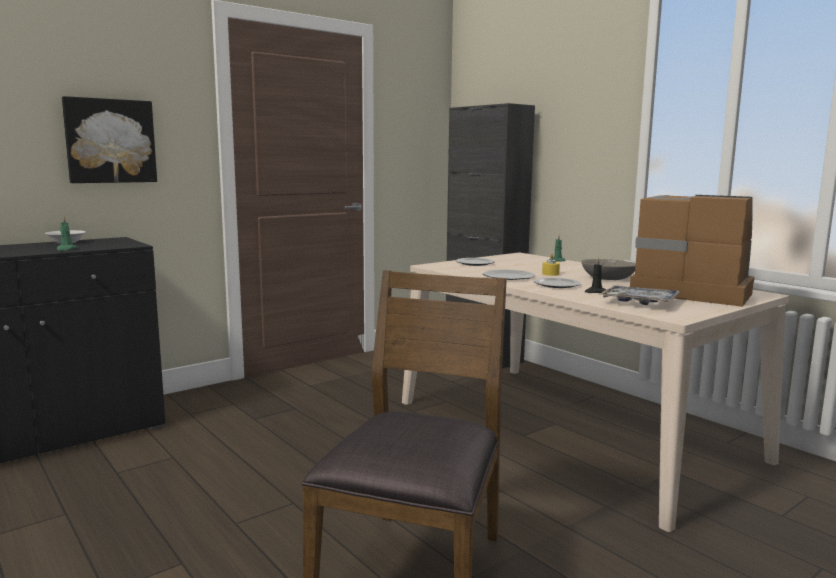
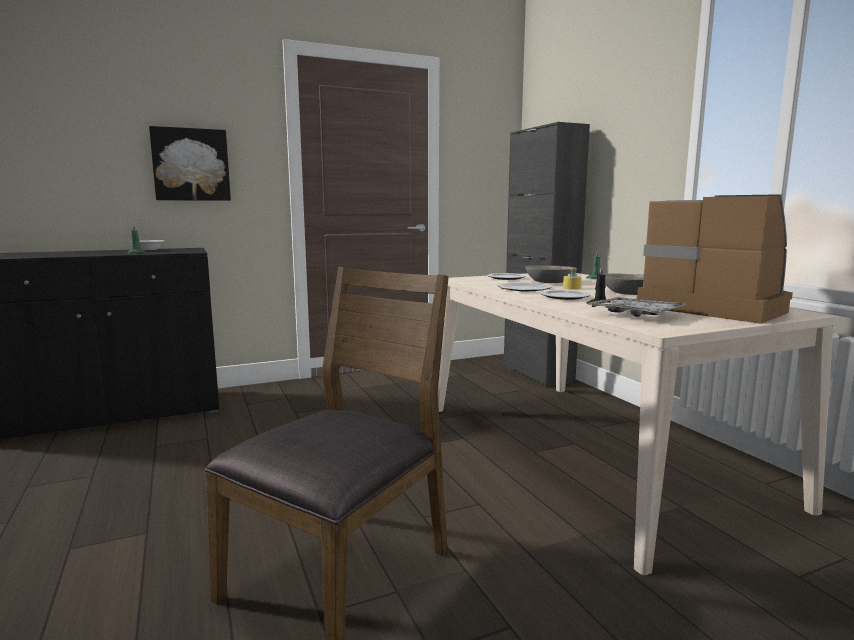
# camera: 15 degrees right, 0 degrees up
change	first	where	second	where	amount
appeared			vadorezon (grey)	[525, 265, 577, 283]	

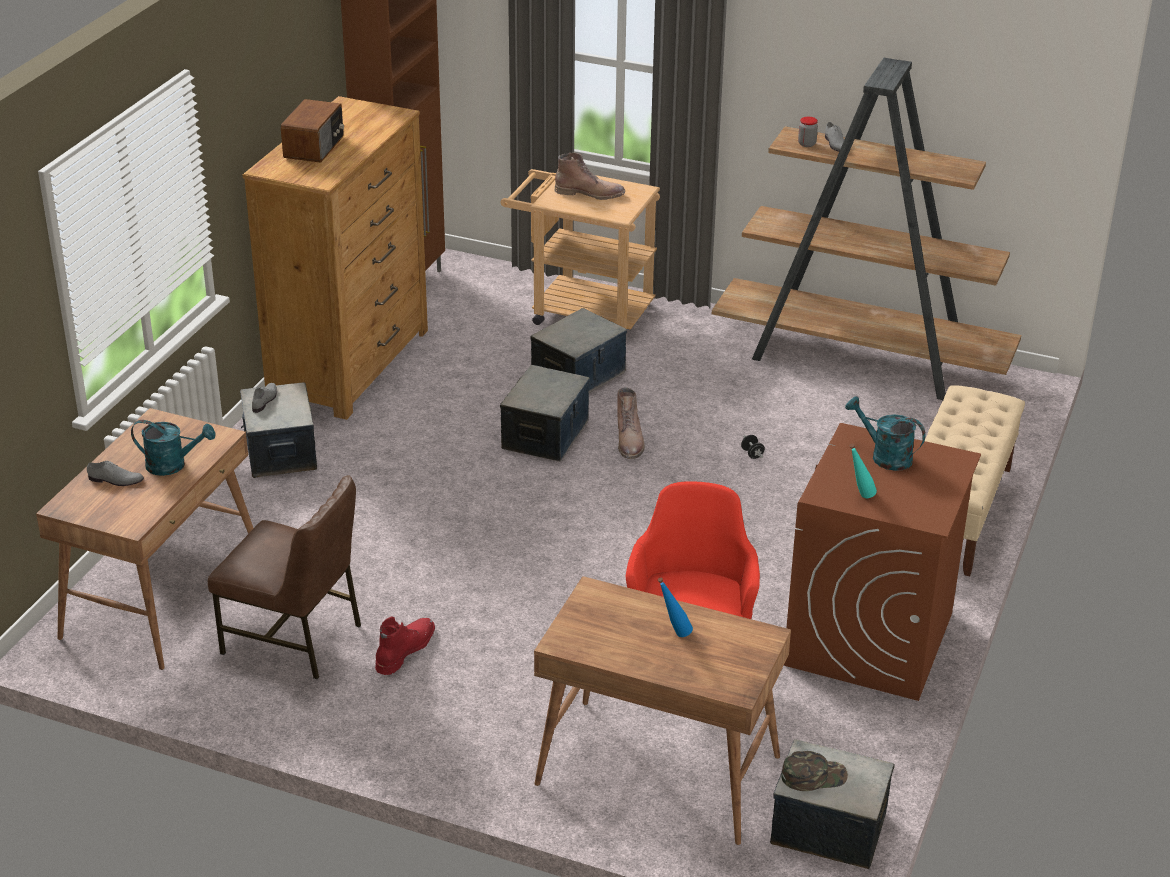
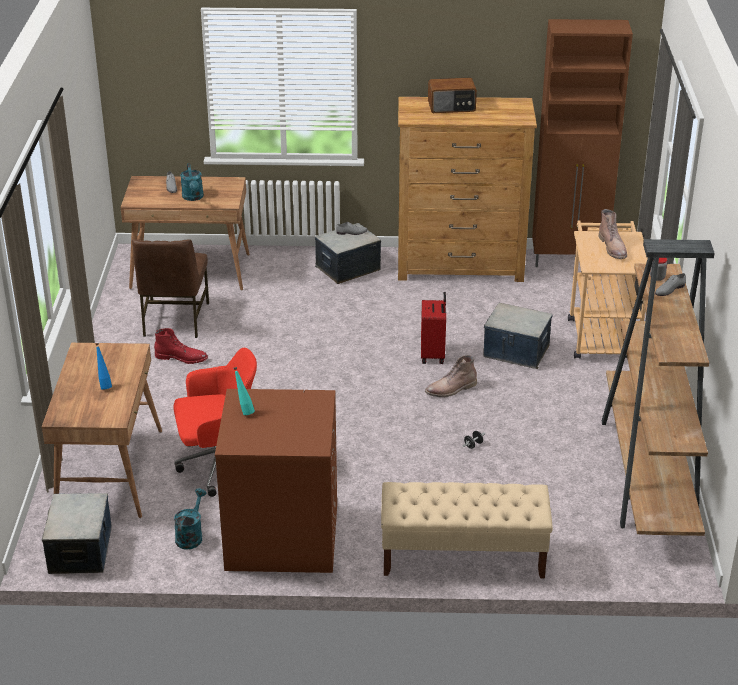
# camera: 70 degrees right, 0 degrees up
change	first	where	second	where	amount
relocated	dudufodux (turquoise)	[845, 396, 926, 471]		[174, 489, 206, 550]	
exchanged	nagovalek	[500, 365, 590, 461]	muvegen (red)	[421, 292, 446, 364]	
missing	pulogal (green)	[781, 751, 848, 791]			

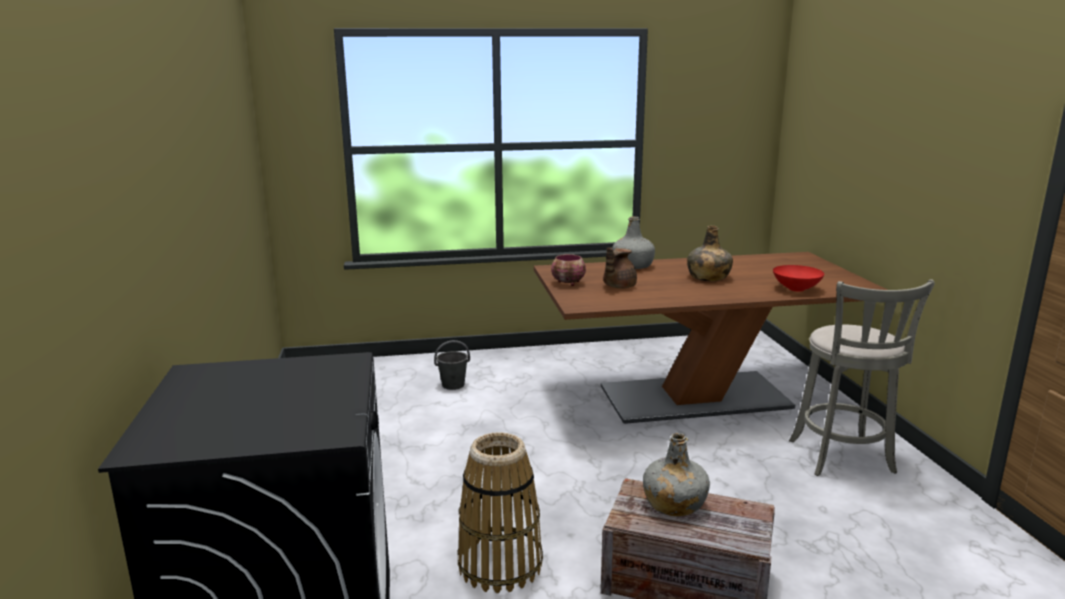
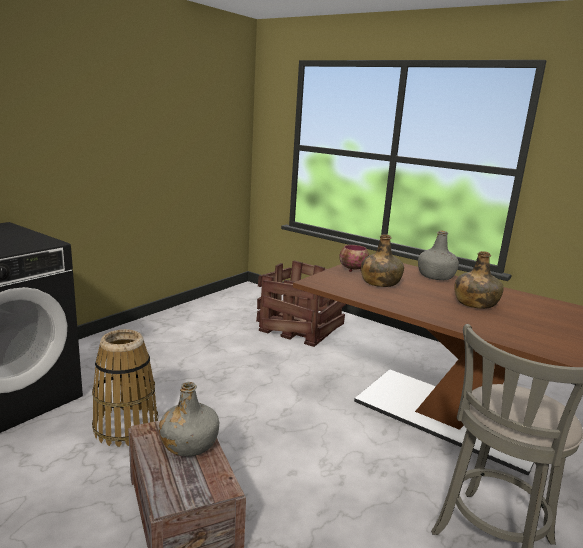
# camera: 45 degrees right, 0 degrees up
change	first	where	second	where	amount
exchanged	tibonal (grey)	[434, 340, 470, 390]	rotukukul	[256, 260, 346, 347]	
exchanged	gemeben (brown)	[603, 247, 637, 288]	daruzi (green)	[361, 234, 404, 287]	
missing	vadorezon (red)	[773, 265, 824, 291]			

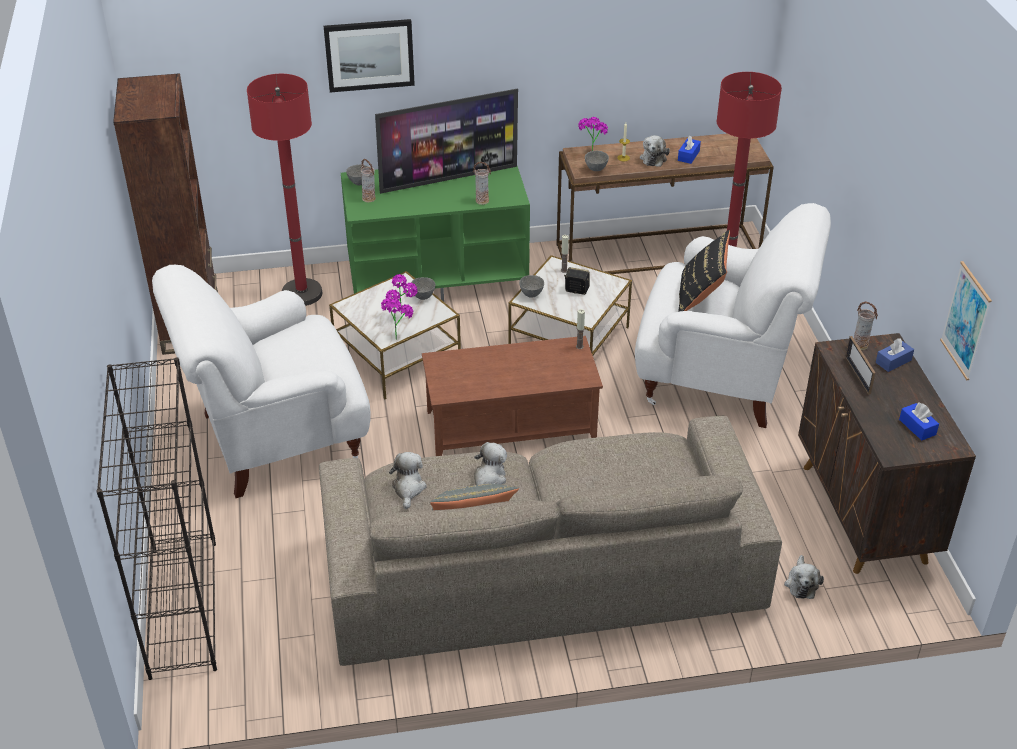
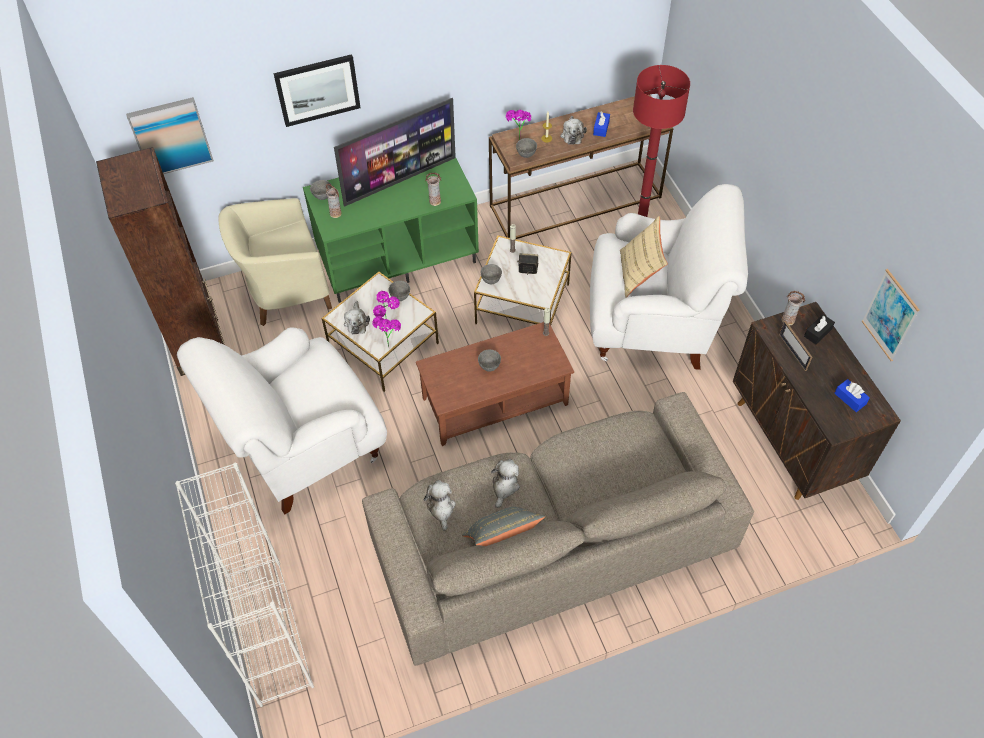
# camera: 10 degrees left, 15 degrees up
change	first	where	second	where	amount
appeared			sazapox	[126, 97, 214, 174]	
colour	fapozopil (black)	[97, 357, 217, 680]	fapozopil (white)	[175, 463, 314, 707]	
exchanged	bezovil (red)	[247, 74, 322, 306]	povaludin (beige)	[218, 198, 332, 326]	
relocated	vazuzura	[784, 555, 824, 599]		[344, 301, 370, 334]	
appeared			vadorezon (grey)	[478, 349, 501, 372]	
colour	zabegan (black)	[678, 230, 730, 312]	zabegan (beige)	[620, 216, 668, 298]	
colour	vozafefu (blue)	[876, 338, 914, 372]	vozafefu (black)	[804, 314, 835, 345]	

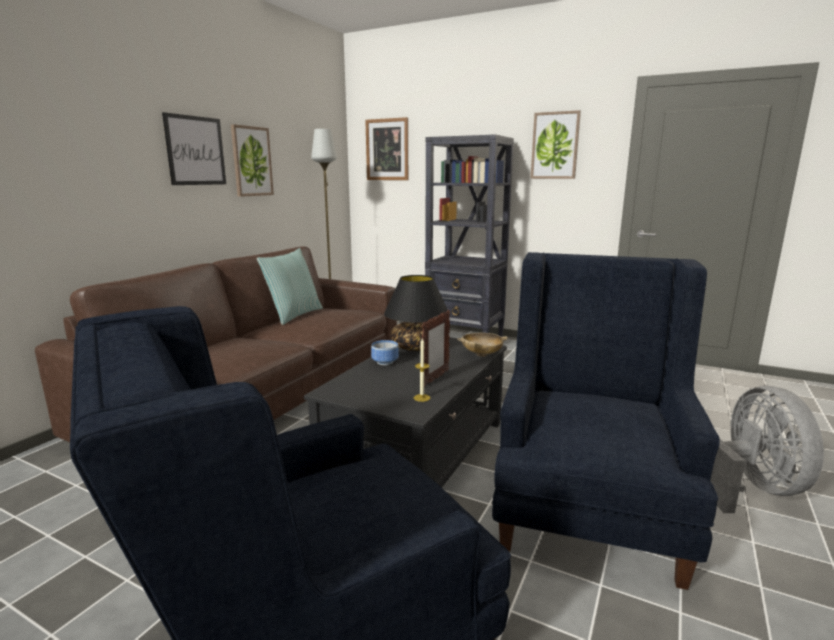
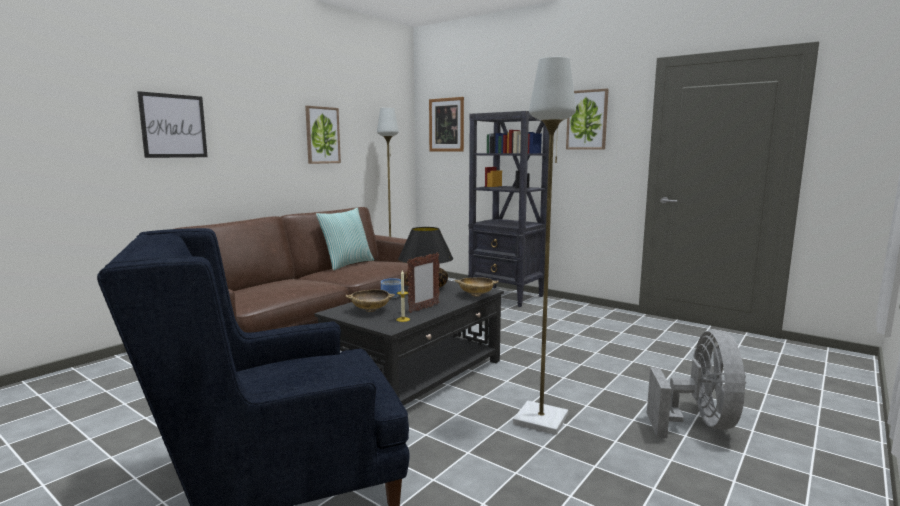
# camera: 10 degrees right, 5 degrees down
change	first	where	second	where	amount
relocated	sazapox	[162, 112, 226, 185]		[137, 91, 208, 158]	
appeared			vadorezon (beige)	[346, 290, 395, 312]	
exchanged	povaludin (blue)	[492, 252, 720, 590]	bezovil (grey)	[513, 57, 576, 435]	

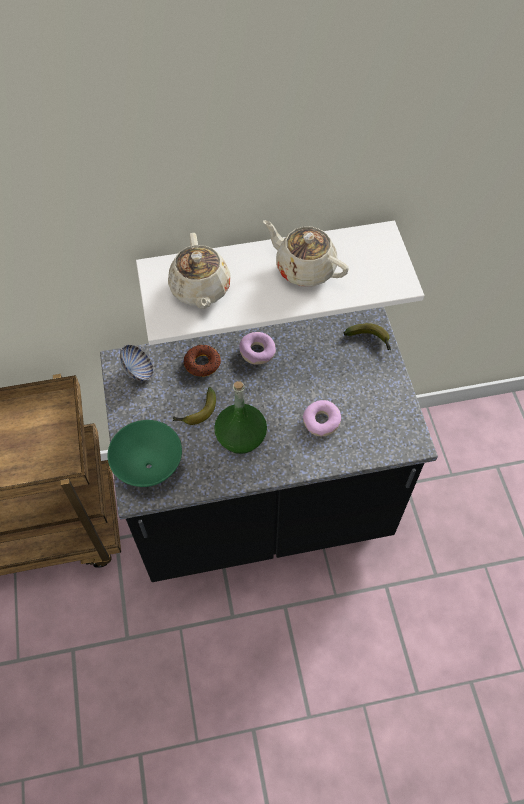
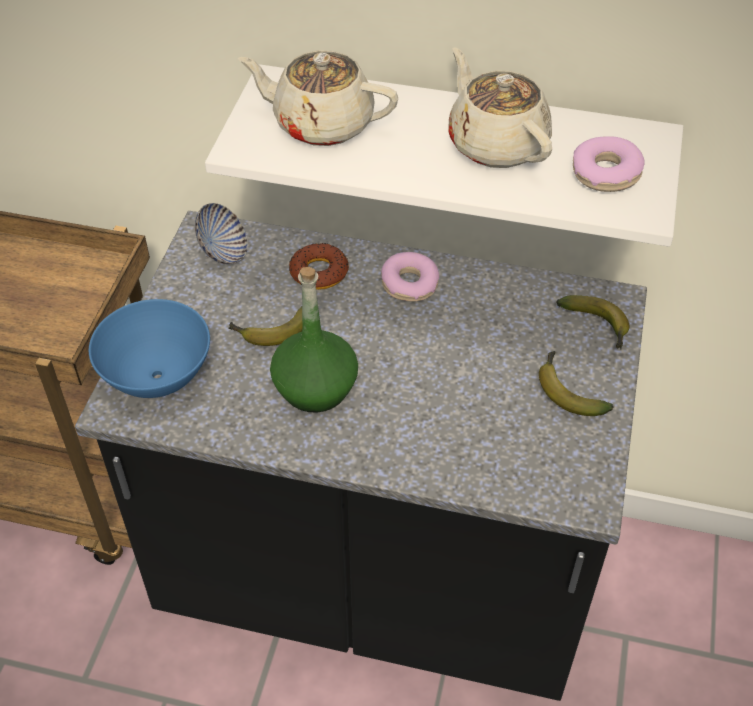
# camera: 25 degrees right, 10 degrees down
change	first	where	second	where	amount
colour	vadorezon (green)	[108, 420, 182, 487]	vadorezon (blue)	[89, 299, 210, 398]	
spun	gemeben (beige)	[168, 233, 231, 309]		[238, 50, 398, 146]	90 degrees clockwise
appeared			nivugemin	[539, 351, 613, 416]	
relocated	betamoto	[303, 400, 341, 436]		[573, 136, 645, 192]	

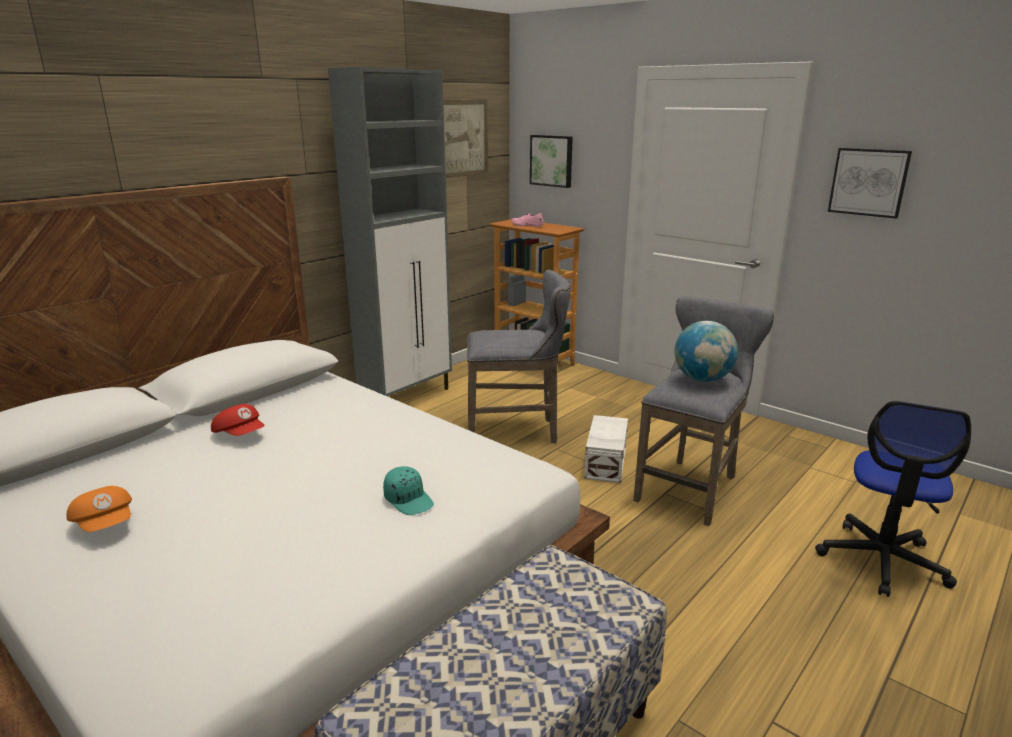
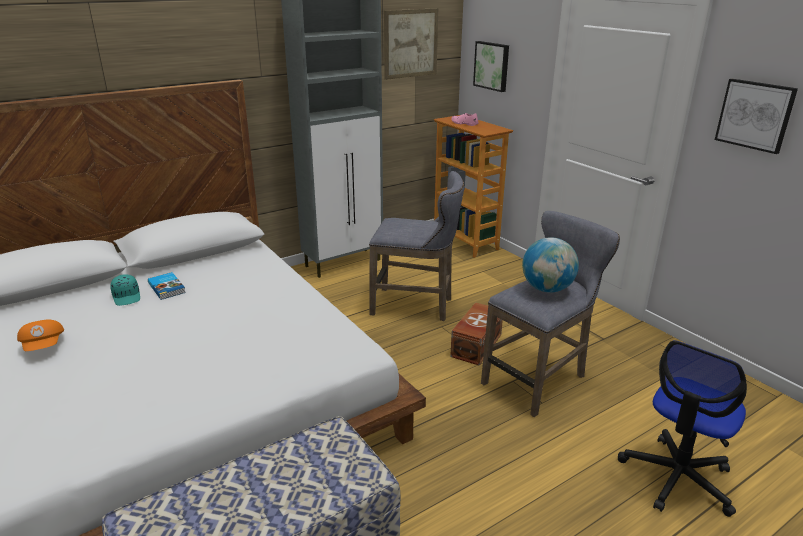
# camera: 15 degrees right, 5 degrees up
change	first	where	second	where	amount
relocated	pulogal (turquoise)	[383, 466, 434, 515]		[110, 274, 140, 306]	
exchanged	pulogal (red)	[211, 404, 265, 436]	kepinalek	[148, 272, 186, 300]	
colour	nagovalek (white)	[584, 415, 628, 483]	nagovalek (brown)	[450, 302, 503, 366]	

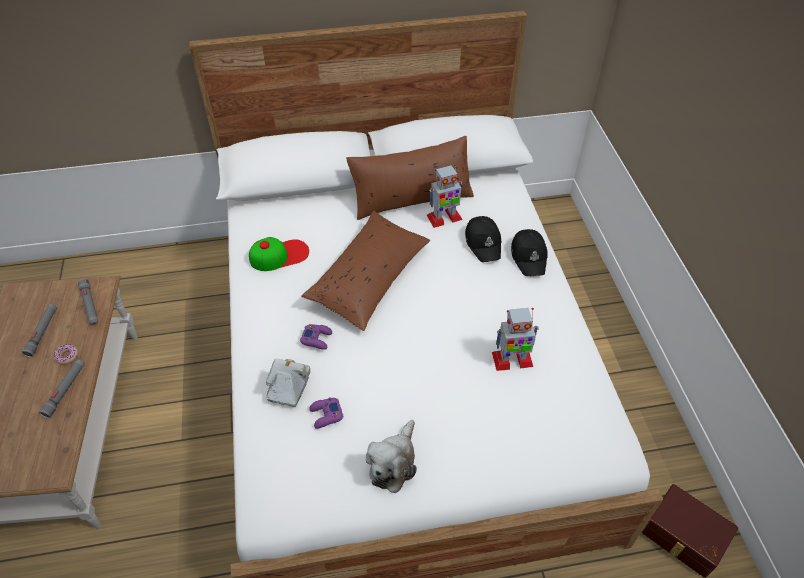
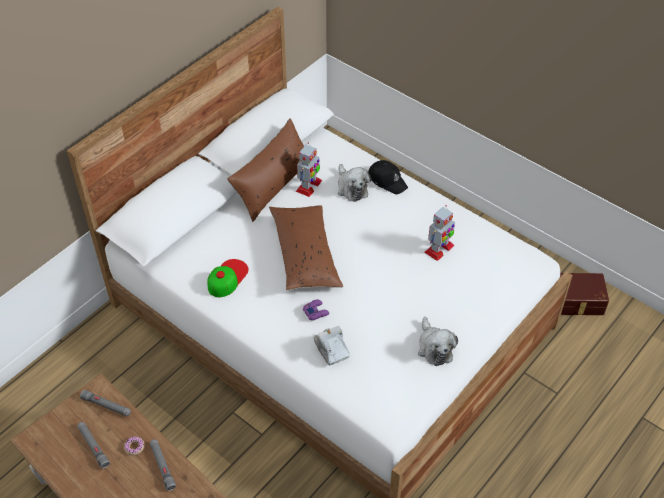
# camera: 40 degrees left, 0 degrees up
change	first	where	second	where	amount
exchanged	pulogal (black)	[465, 216, 501, 262]	vazuzura	[338, 164, 371, 202]	
missing	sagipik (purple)	[309, 397, 344, 429]			

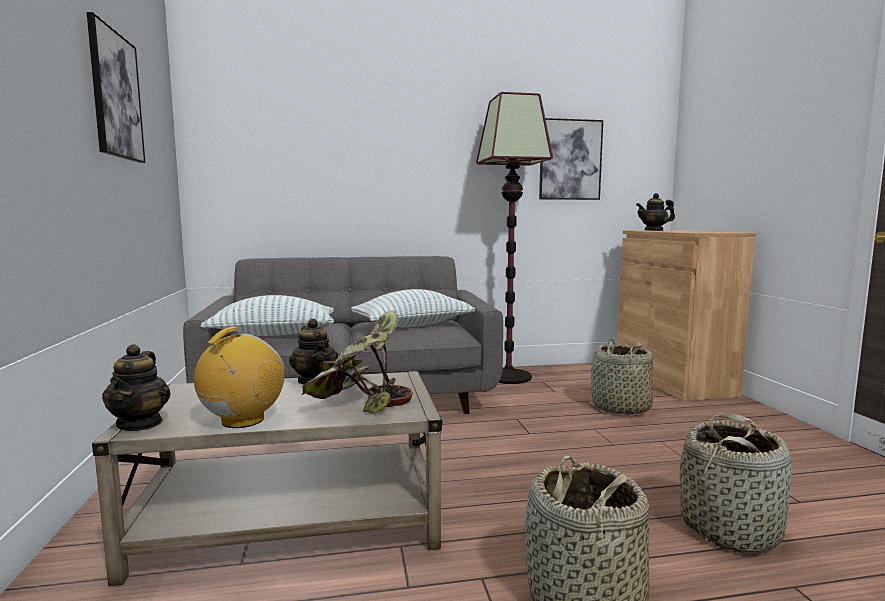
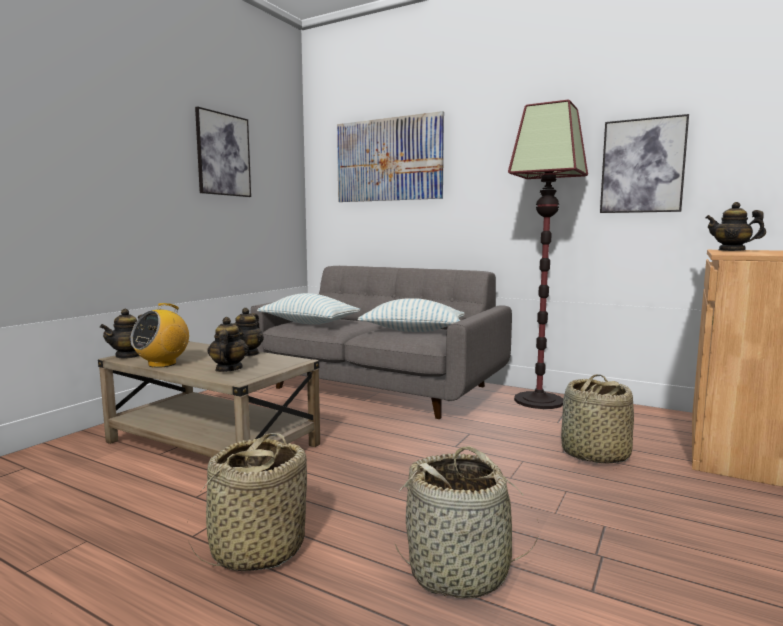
# camera: 40 degrees right, 0 degrees up
change	first	where	second	where	amount
spun	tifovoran	[194, 326, 285, 428]		[130, 303, 189, 368]	150 degrees clockwise
exchanged	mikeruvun	[302, 310, 413, 414]	gemeben	[208, 317, 249, 372]	
appeared			sazapox	[337, 111, 444, 202]	

